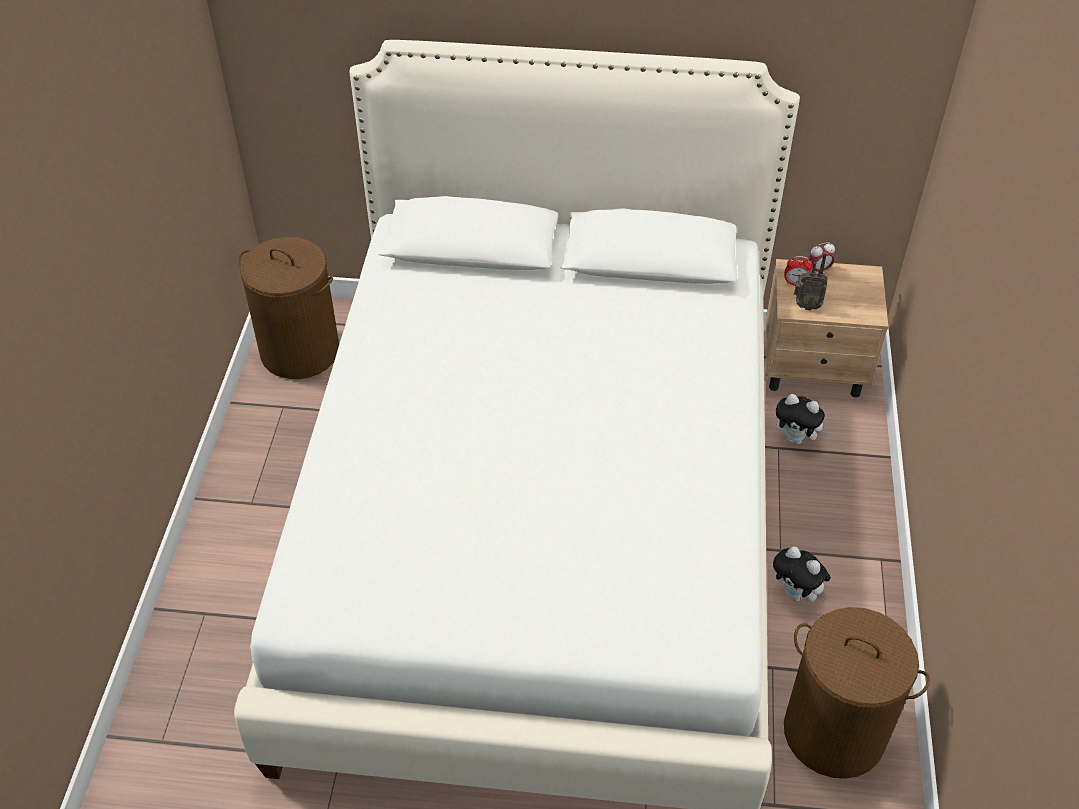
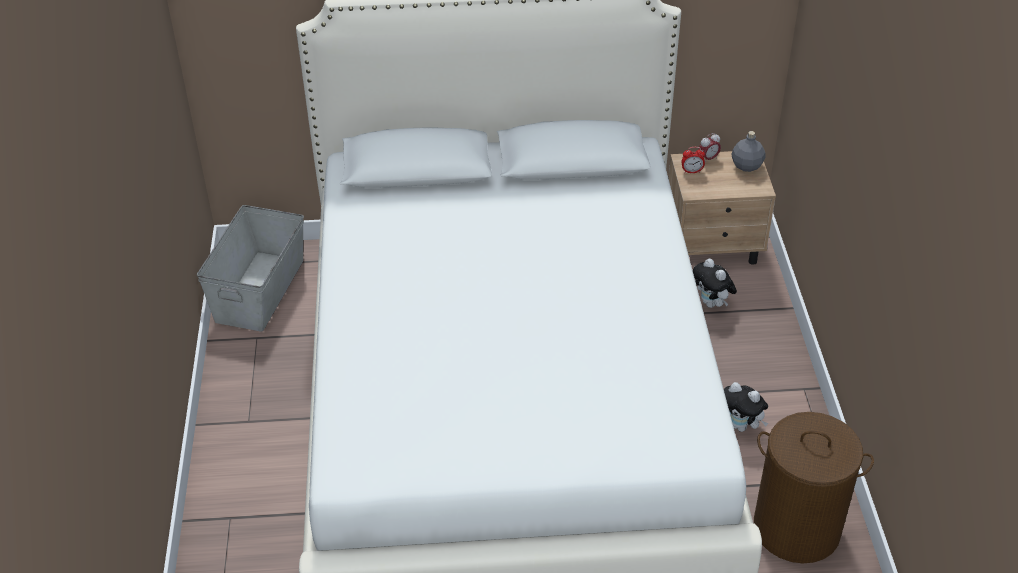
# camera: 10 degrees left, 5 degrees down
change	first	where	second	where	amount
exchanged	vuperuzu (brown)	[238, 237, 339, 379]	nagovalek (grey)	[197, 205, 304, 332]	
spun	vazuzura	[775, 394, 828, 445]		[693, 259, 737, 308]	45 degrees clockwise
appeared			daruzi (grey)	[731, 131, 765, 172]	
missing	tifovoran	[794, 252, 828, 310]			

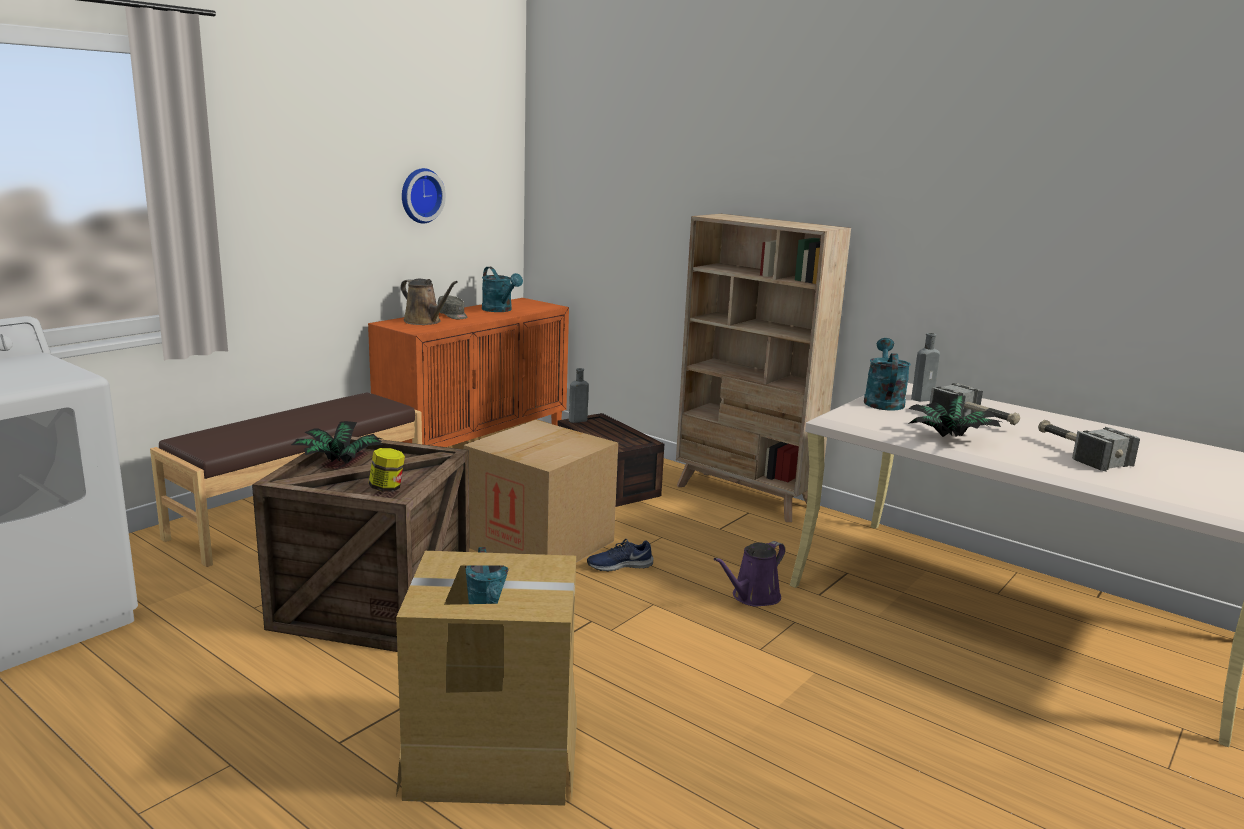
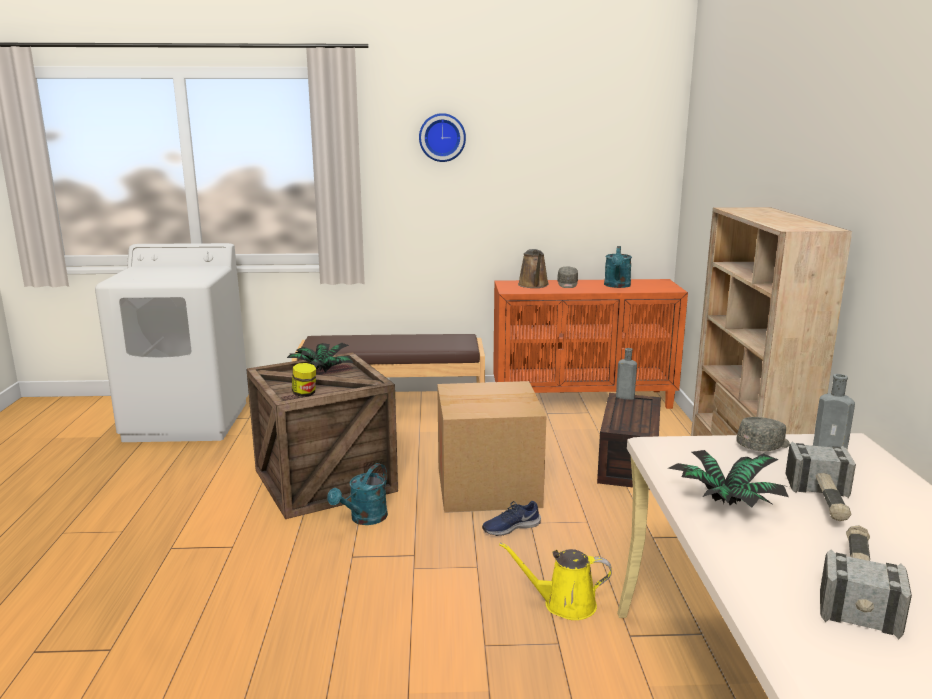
# camera: 50 degrees right, 0 degrees up
change	first	where	second	where	amount
relocated	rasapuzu	[402, 168, 446, 223]		[419, 113, 466, 162]	
spun	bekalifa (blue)	[587, 539, 653, 572]		[482, 501, 541, 536]	60 degrees counterclockwise
colour	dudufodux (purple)	[714, 541, 785, 607]	dudufodux (yellow)	[499, 542, 612, 620]	
exchanged	dudufodux (turquoise)	[864, 338, 911, 411]	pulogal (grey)	[736, 417, 790, 451]	
missing	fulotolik	[396, 551, 577, 806]			

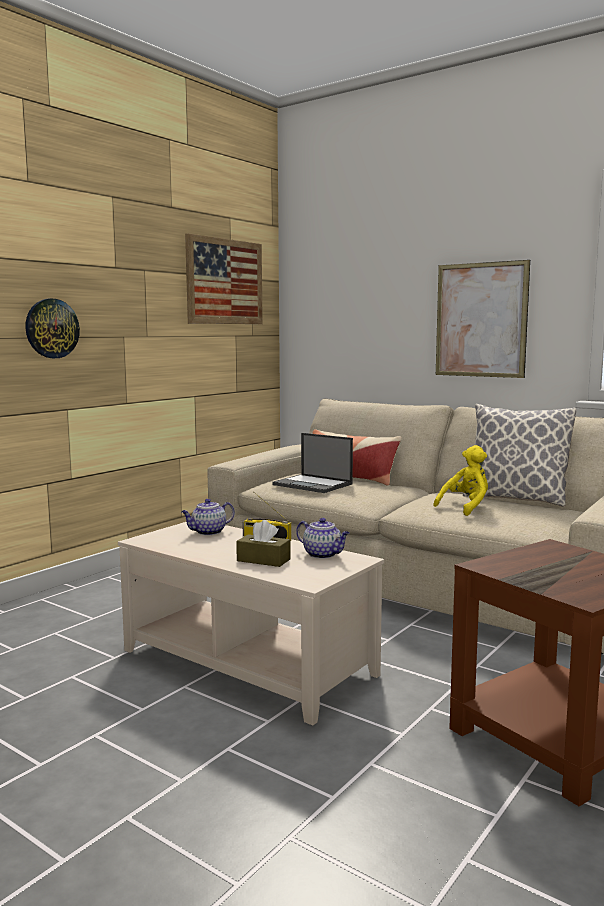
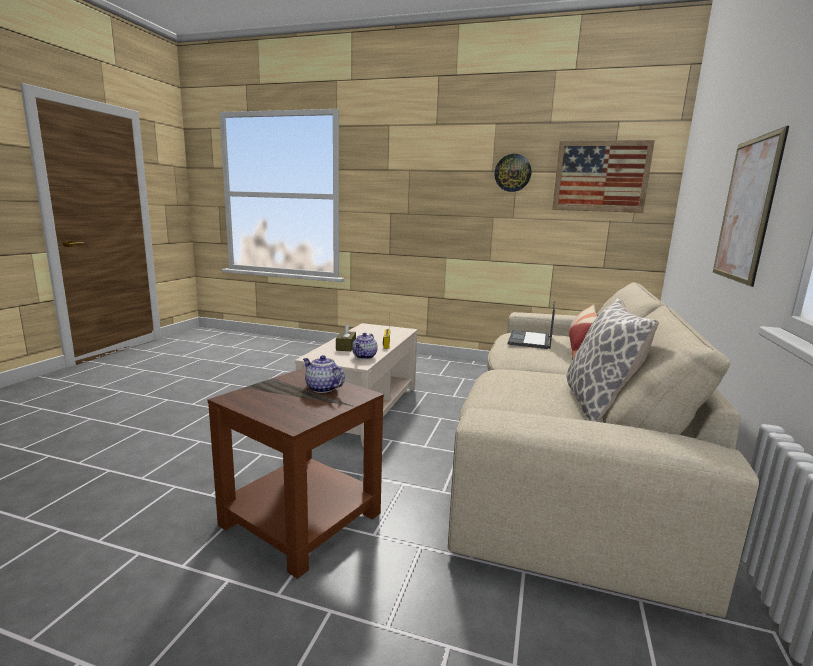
# camera: 70 degrees right, 5 degrees up
change	first	where	second	where	amount
relocated	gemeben	[181, 499, 235, 535]		[303, 355, 345, 393]	
relocated	rasapuzu	[25, 299, 80, 358]		[495, 154, 531, 192]	
missing	vazuzura (yellow)	[433, 445, 488, 516]			

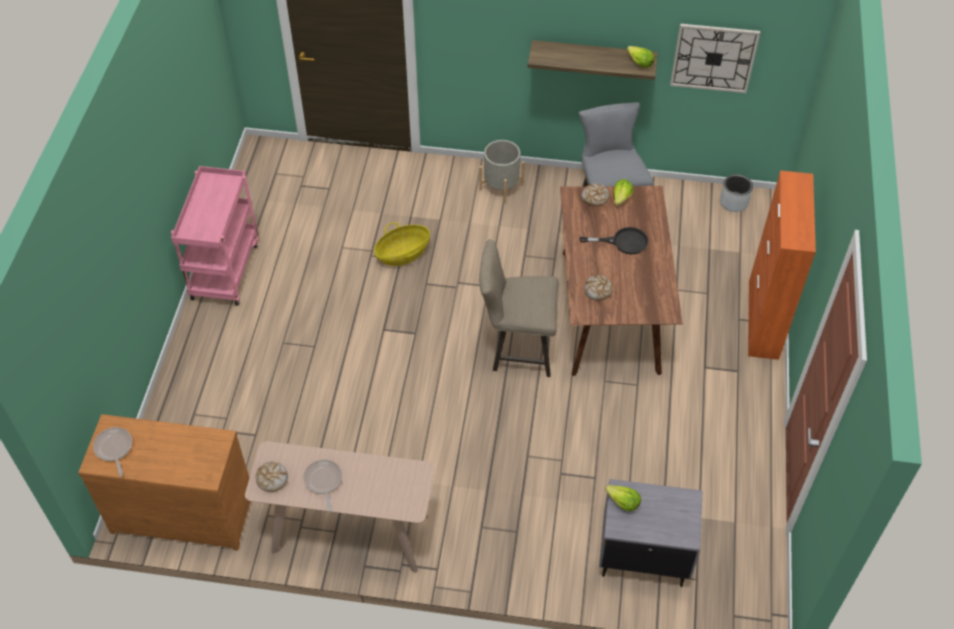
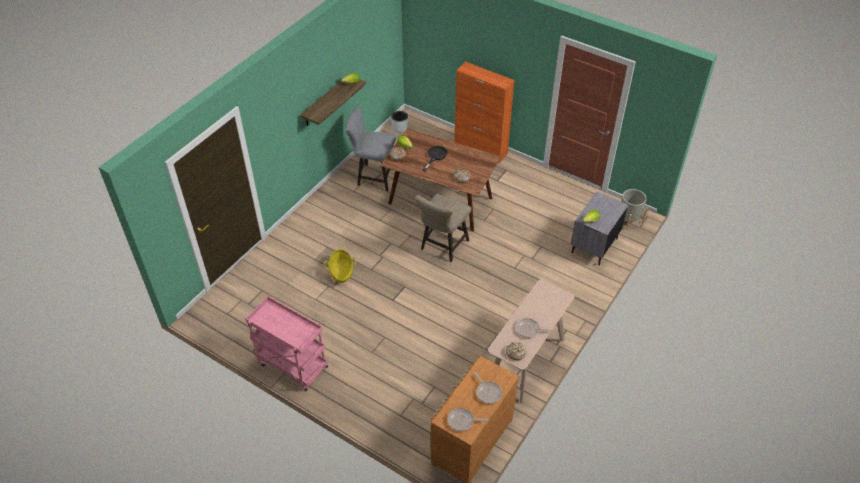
# camera: 65 degrees left, 5 degrees down
change	first	where	second	where	amount
appeared			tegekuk	[475, 372, 502, 404]	
relocated	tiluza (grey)	[479, 140, 525, 204]		[621, 189, 648, 230]	
missing	rasapuzu	[670, 24, 760, 93]			

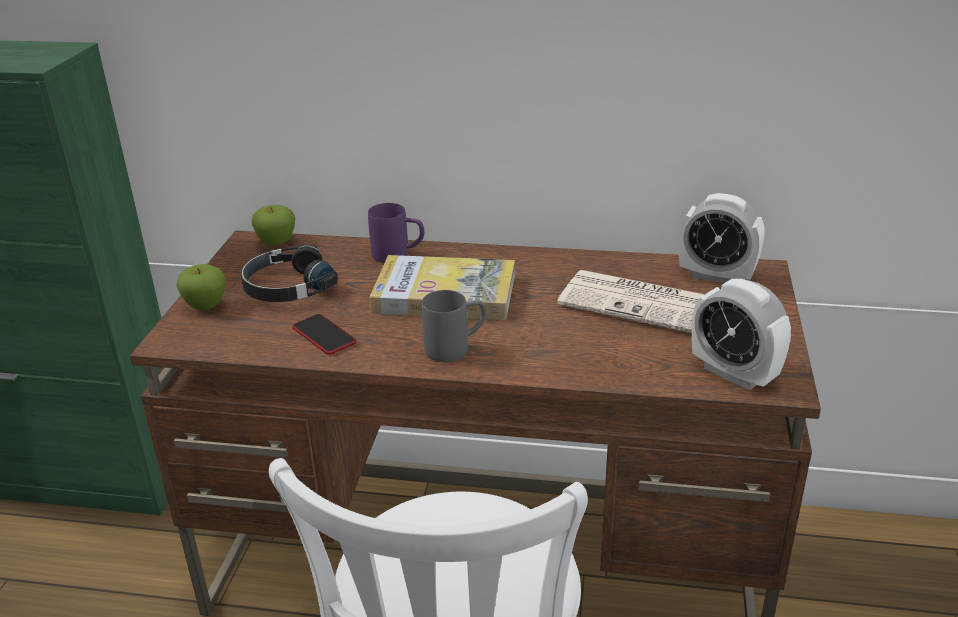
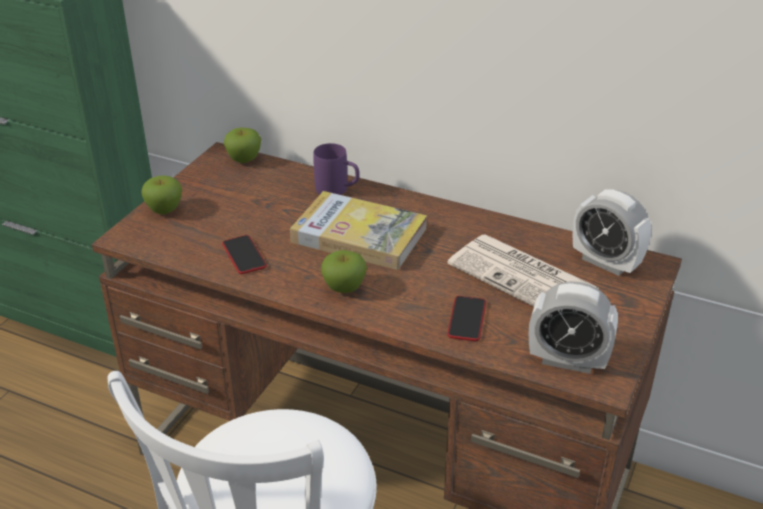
# camera: 15 degrees right, 5 degrees up
change	first	where	second	where	amount
exchanged	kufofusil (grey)	[422, 290, 486, 362]	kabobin	[321, 250, 367, 293]	
appeared			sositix	[447, 296, 486, 341]	
spun	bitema	[692, 279, 791, 390]		[529, 281, 618, 374]	45 degrees counterclockwise
missing	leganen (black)	[241, 244, 338, 302]			

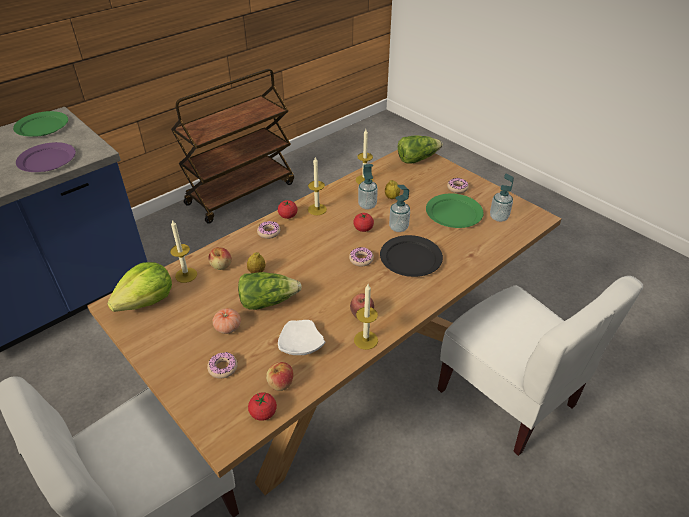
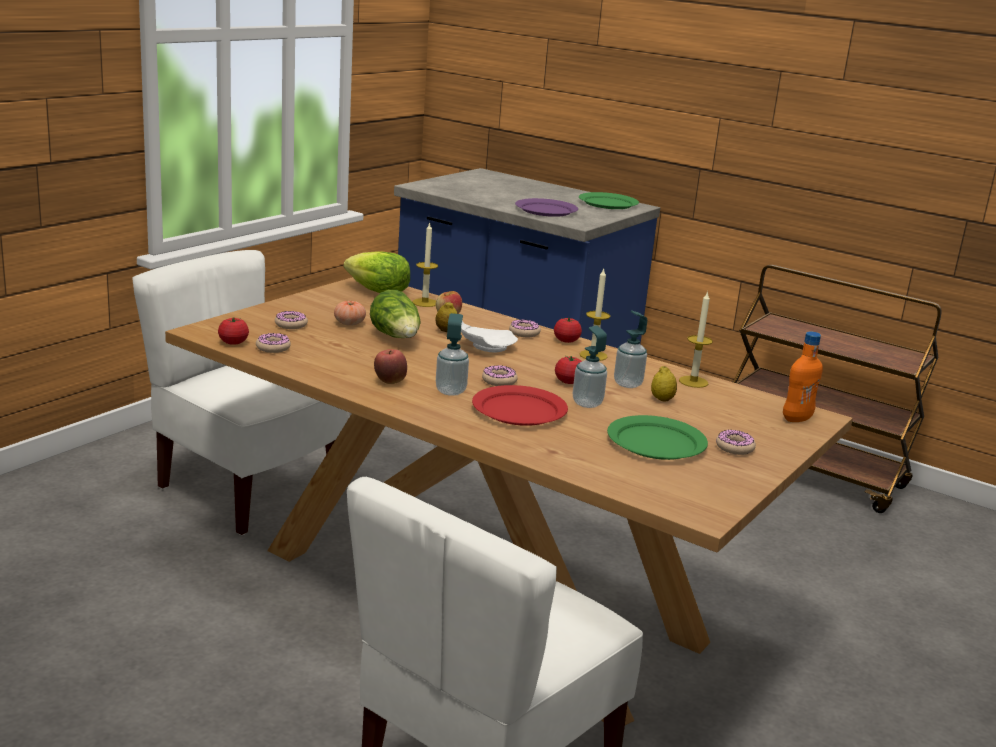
# camera: 75 degrees right, 20 degrees down
change	first	where	second	where	amount
exchanged	kabobin	[266, 362, 293, 391]	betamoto	[256, 333, 291, 353]	
relocated	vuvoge	[490, 174, 514, 222]		[436, 313, 469, 396]	
relocated	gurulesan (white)	[278, 320, 325, 355]		[461, 321, 518, 352]	
colour	gurulesan (black)	[380, 235, 443, 277]	gurulesan (red)	[472, 385, 568, 426]	
exchanged	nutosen	[398, 136, 443, 164]	daruzi (orange)	[783, 332, 823, 422]	
missing	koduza	[354, 284, 378, 350]			

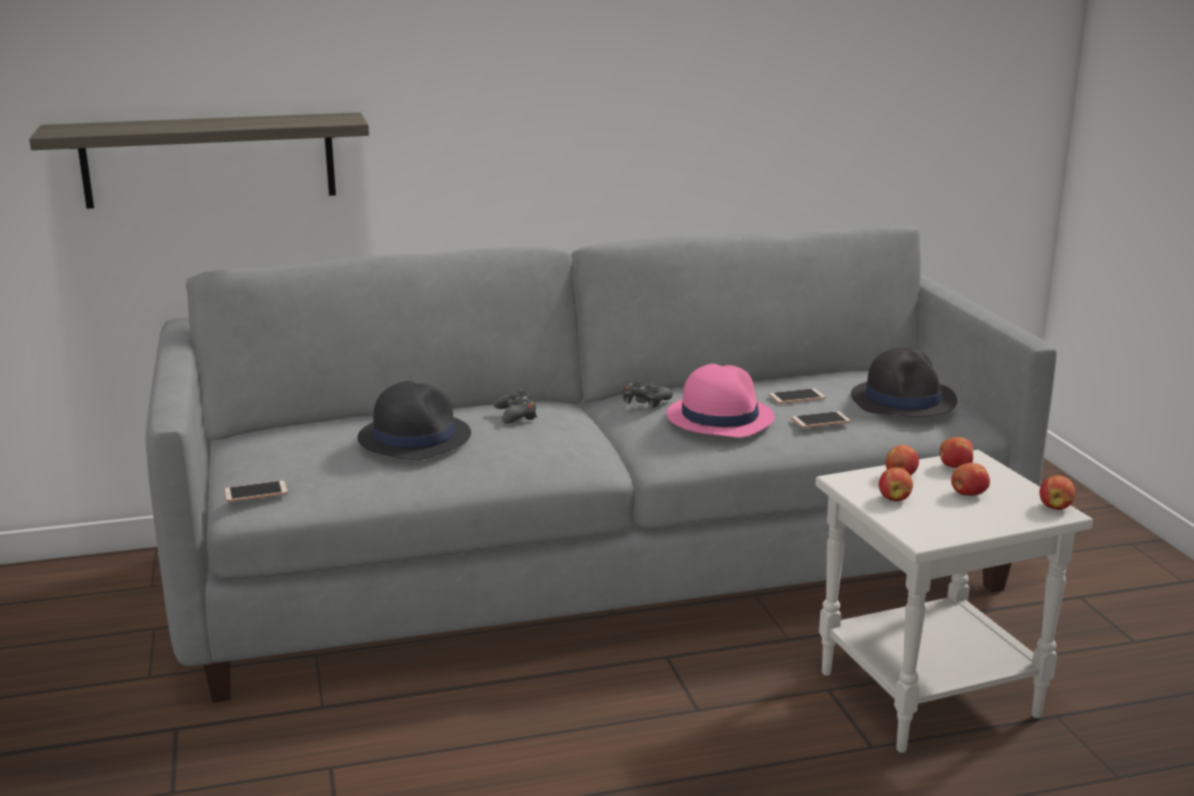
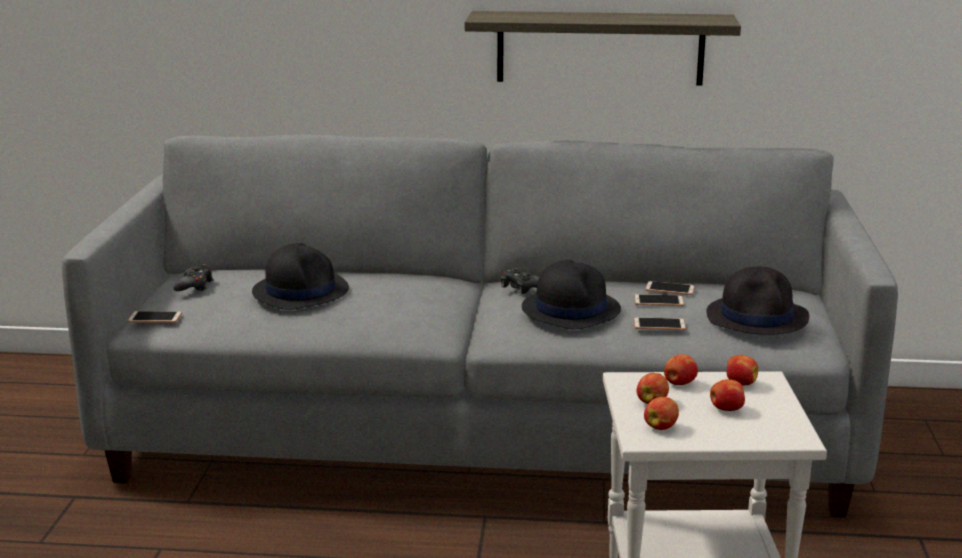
# camera: 20 degrees right, 0 degrees up
change	first	where	second	where	amount
relocated	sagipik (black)	[494, 389, 537, 424]		[173, 264, 214, 291]	
relocated	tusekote	[29, 112, 369, 209]		[465, 11, 741, 86]	
colour	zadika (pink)	[666, 364, 775, 438]	zadika (black)	[522, 260, 621, 330]	
relocated	kabobin	[1039, 475, 1075, 510]		[644, 397, 679, 430]	
appeared			sositix	[645, 281, 695, 295]	

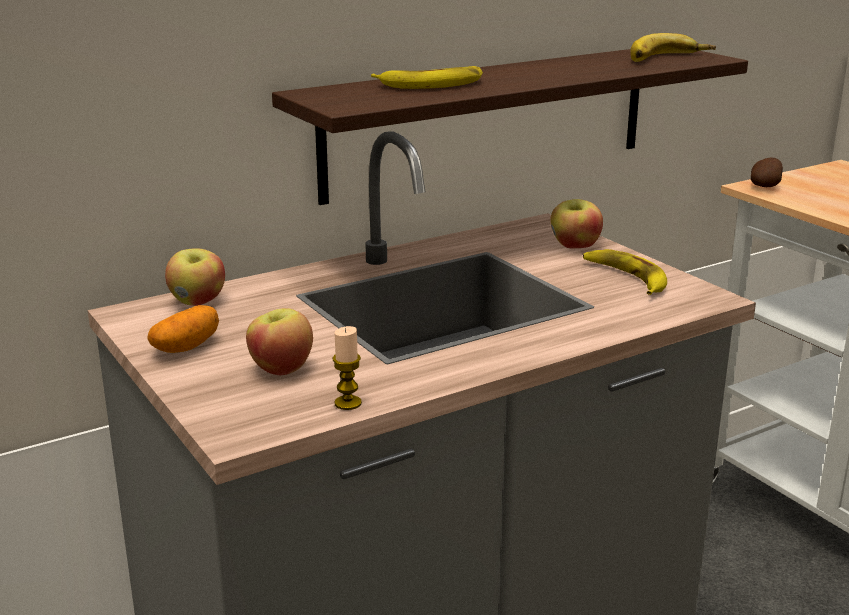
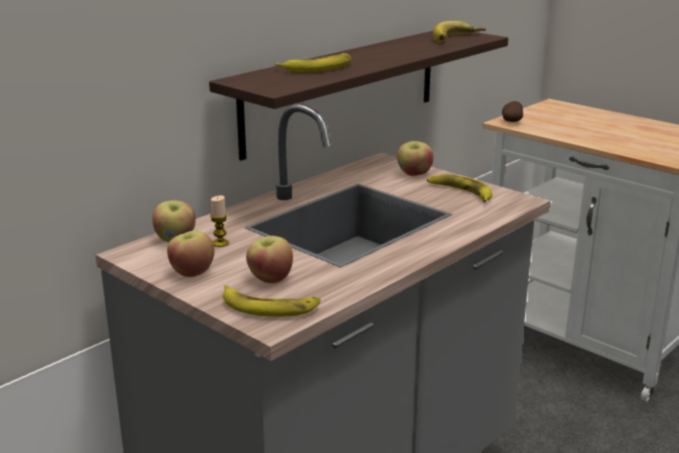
# camera: 15 degrees left, 0 degrees up
change	first	where	second	where	amount
exchanged	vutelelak	[147, 305, 219, 353]	kabobin	[167, 230, 214, 277]	
relocated	koduza	[333, 326, 362, 410]		[210, 196, 229, 247]	
appeared			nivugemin	[223, 285, 321, 317]	

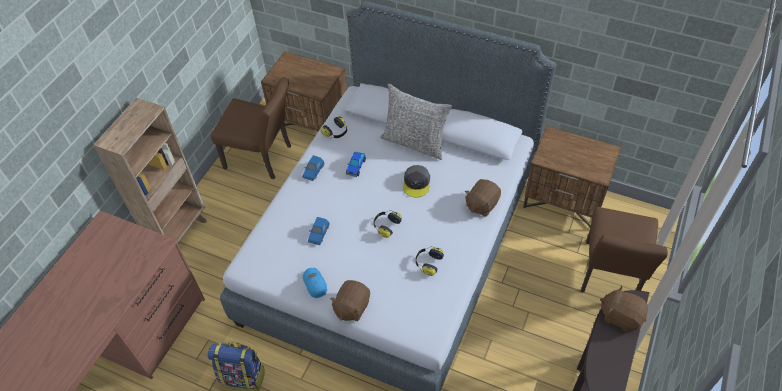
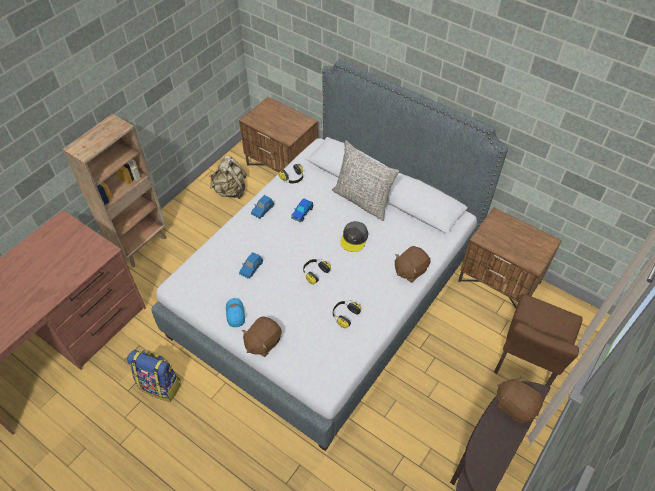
# camera: 10 degrees right, 0 degrees up
change	first	where	second	where	amount
exchanged	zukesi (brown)	[211, 77, 291, 179]	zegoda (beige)	[210, 156, 247, 199]	

